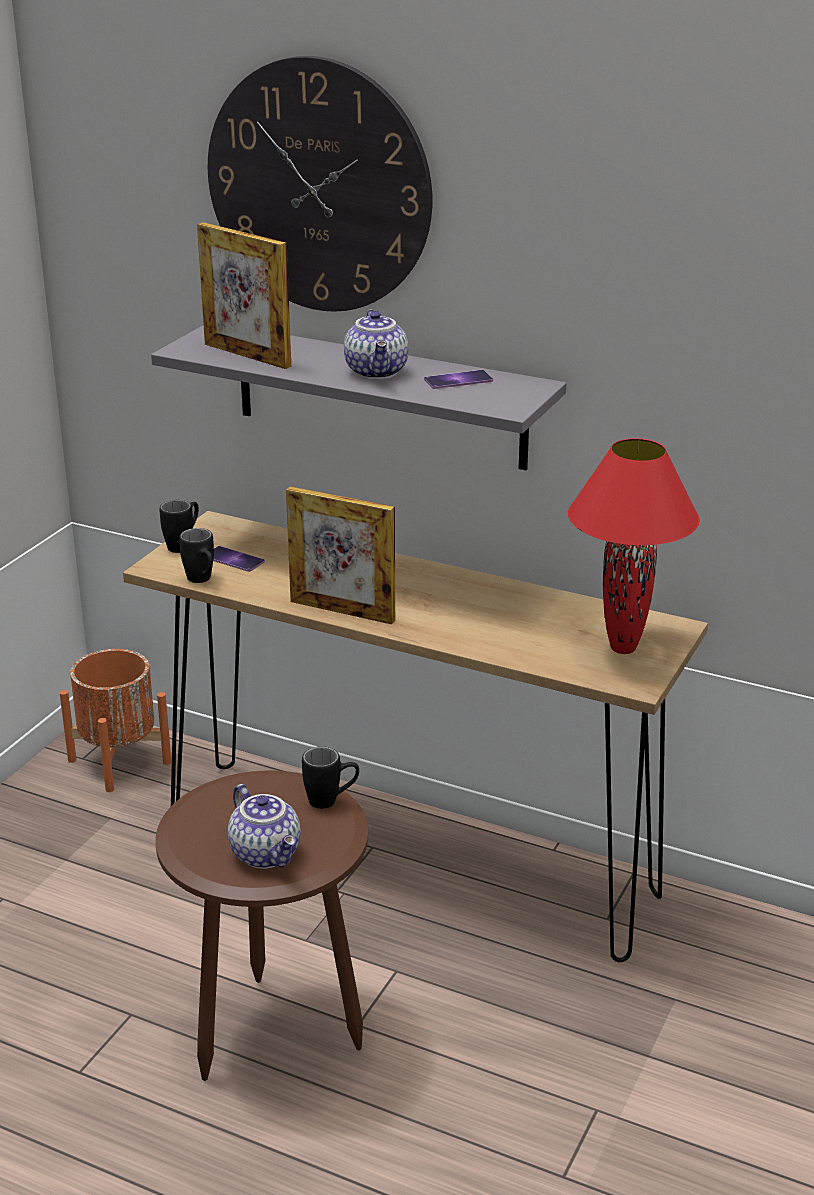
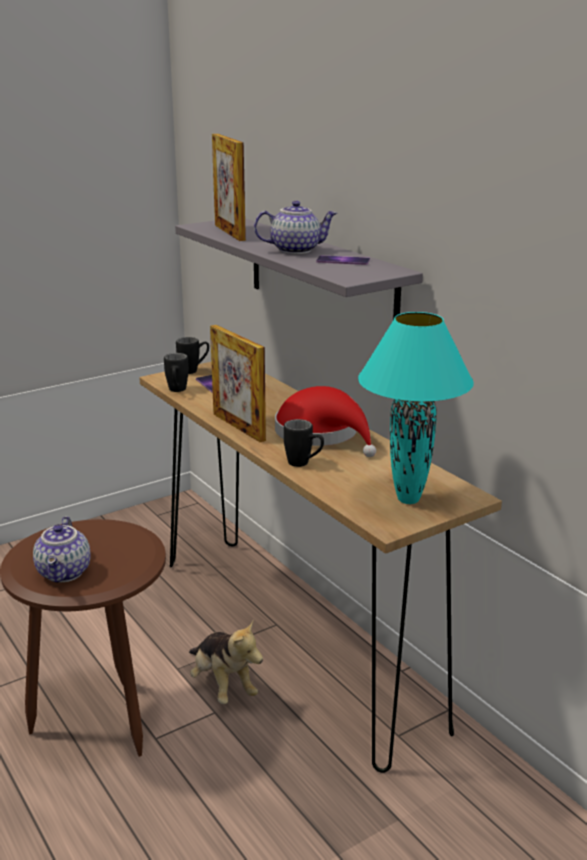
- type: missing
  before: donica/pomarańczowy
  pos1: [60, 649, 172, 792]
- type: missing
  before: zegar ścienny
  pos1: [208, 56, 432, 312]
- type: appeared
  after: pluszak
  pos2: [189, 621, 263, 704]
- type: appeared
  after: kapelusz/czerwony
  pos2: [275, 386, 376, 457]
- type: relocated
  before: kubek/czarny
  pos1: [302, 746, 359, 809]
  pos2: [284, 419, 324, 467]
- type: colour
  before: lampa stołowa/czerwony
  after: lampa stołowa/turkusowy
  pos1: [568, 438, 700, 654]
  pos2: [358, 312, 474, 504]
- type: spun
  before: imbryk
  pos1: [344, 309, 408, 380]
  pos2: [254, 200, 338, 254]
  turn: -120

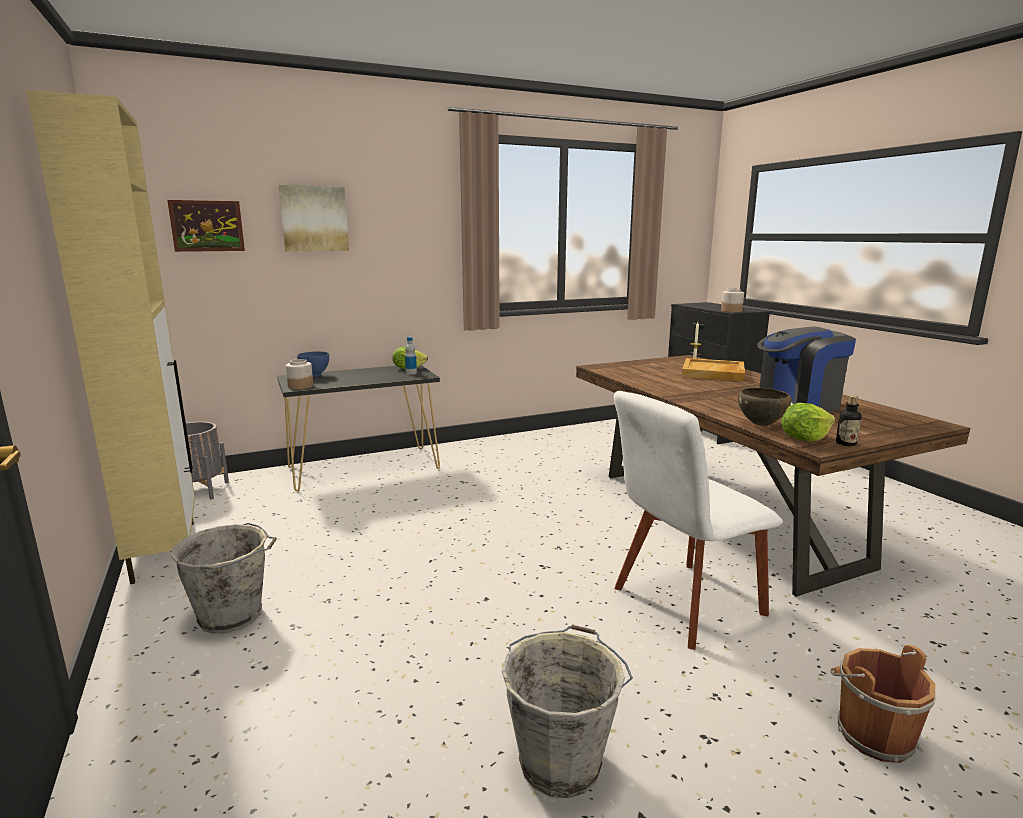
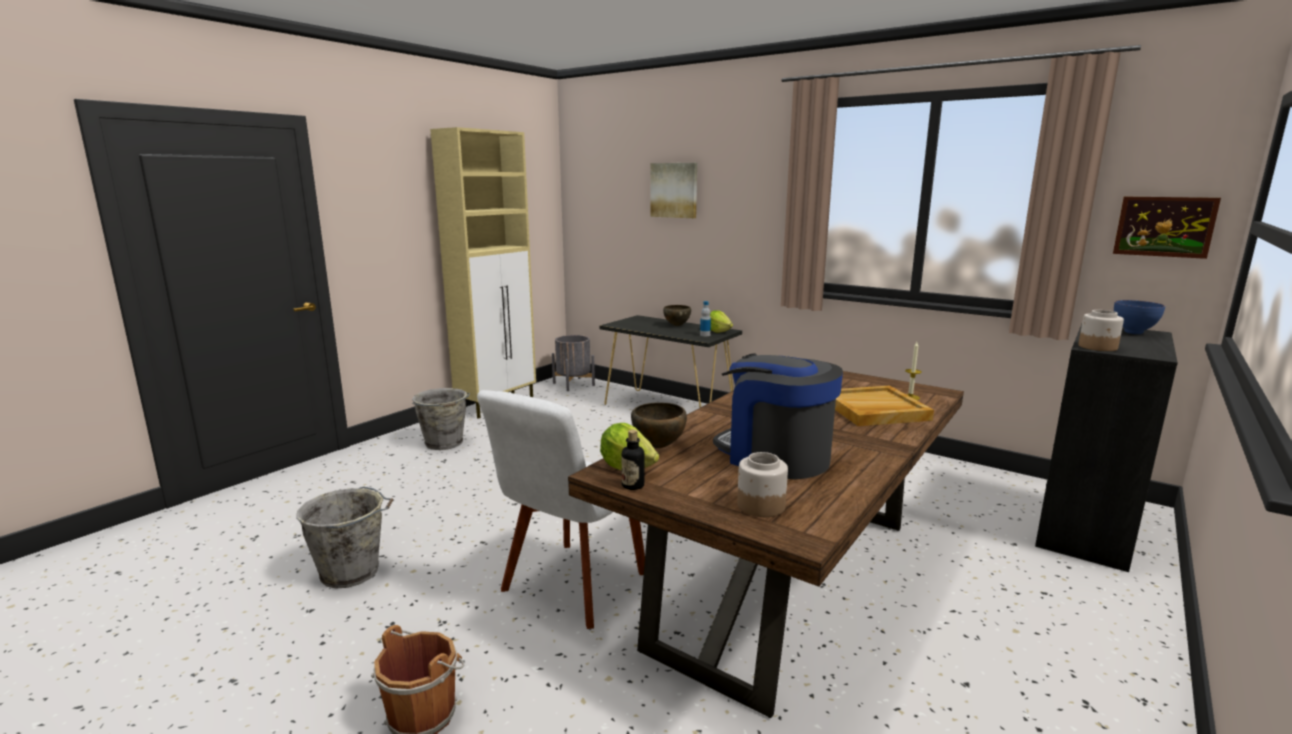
- type: appeared
  after: miska/brązowy
  pos2: [663, 305, 691, 326]
- type: relocated
  before: obraz
  pos1: [167, 200, 245, 252]
  pos2: [1113, 197, 1221, 259]
- type: relocated
  before: słoik
  pos1: [286, 359, 313, 390]
  pos2: [737, 452, 788, 517]
- type: relocated
  before: miska/niebieski
  pos1: [297, 351, 329, 377]
  pos2: [1114, 300, 1165, 334]
- type: spun
  before: krzesło/biały
  pos1: [614, 391, 783, 650]
  pos2: [477, 390, 645, 629]
  turn: -90

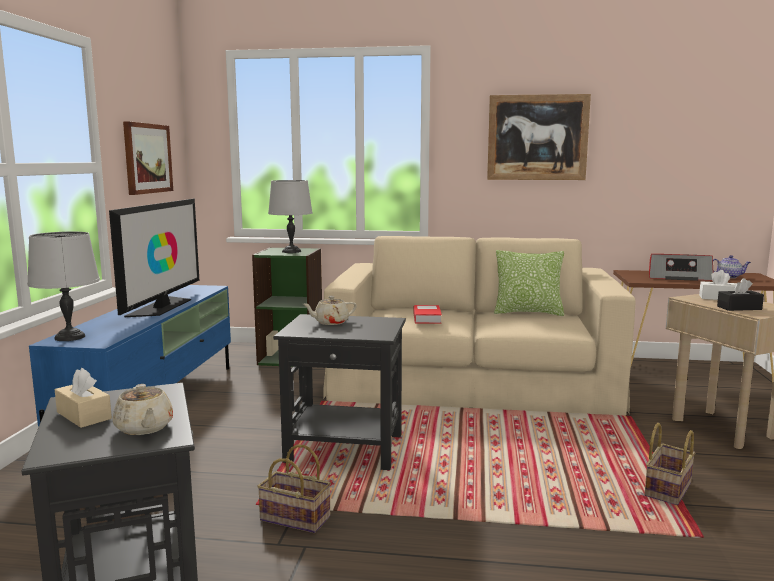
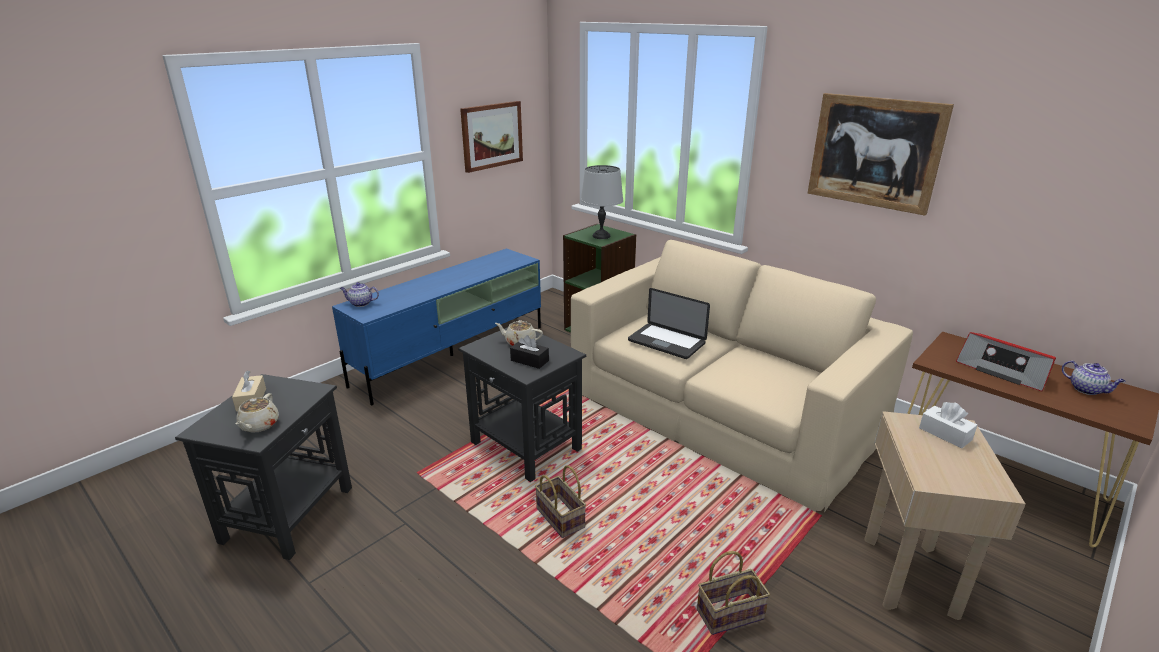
- type: missing
  before: telewizor
  pos1: [109, 199, 199, 317]
- type: missing
  before: poduszka
  pos1: [494, 250, 564, 316]
- type: relocated
  before: koszyk
  pos1: [257, 445, 331, 533]
  pos2: [535, 465, 586, 538]
- type: relocated
  before: pudełko chusteczek/czarny
  pos1: [717, 278, 764, 311]
  pos2: [510, 335, 549, 369]
- type: exchanged
  before: lampa stołowa/szary
  after: imbryk
  pos1: [27, 232, 100, 341]
  pos2: [340, 282, 379, 307]
- type: exchanged
  before: książka
  after: laptop
  pos1: [414, 305, 442, 324]
  pos2: [628, 288, 710, 359]

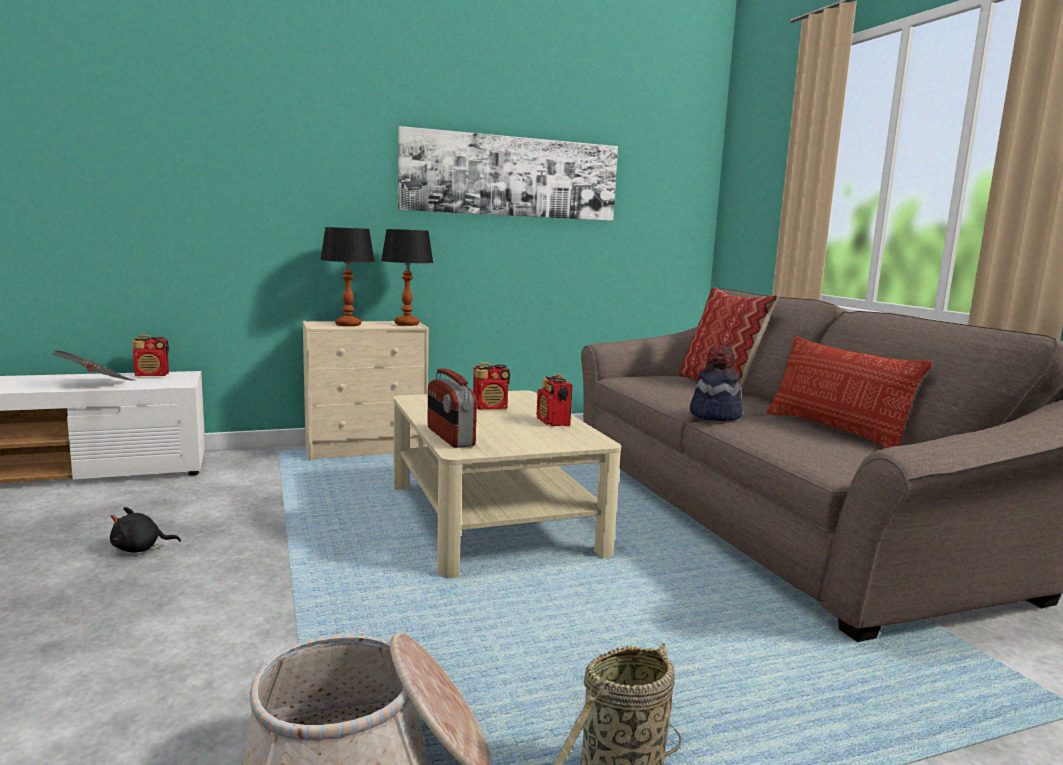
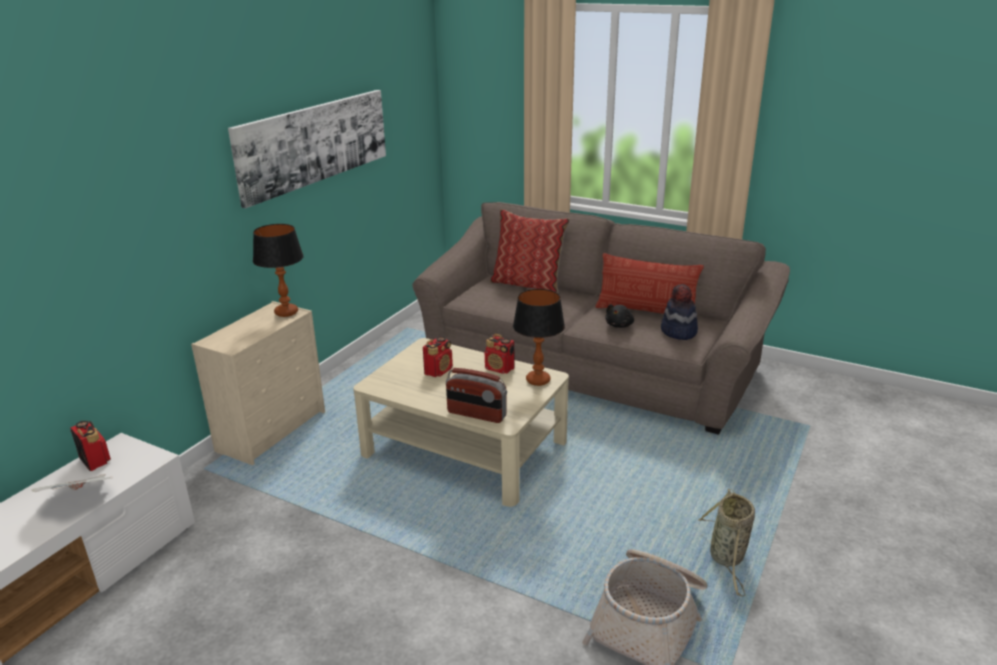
- type: relocated
  before: pluszak/czarny
  pos1: [110, 507, 181, 553]
  pos2: [605, 304, 634, 328]
- type: relocated
  before: lampa stołowa
  pos1: [320, 227, 375, 326]
  pos2: [513, 289, 565, 386]
- type: relocated
  before: kapelusz
  pos1: [690, 345, 742, 421]
  pos2: [661, 284, 698, 340]
- type: spun
  before: radio
  pos1: [132, 335, 169, 376]
  pos2: [70, 421, 111, 471]
  turn: -75

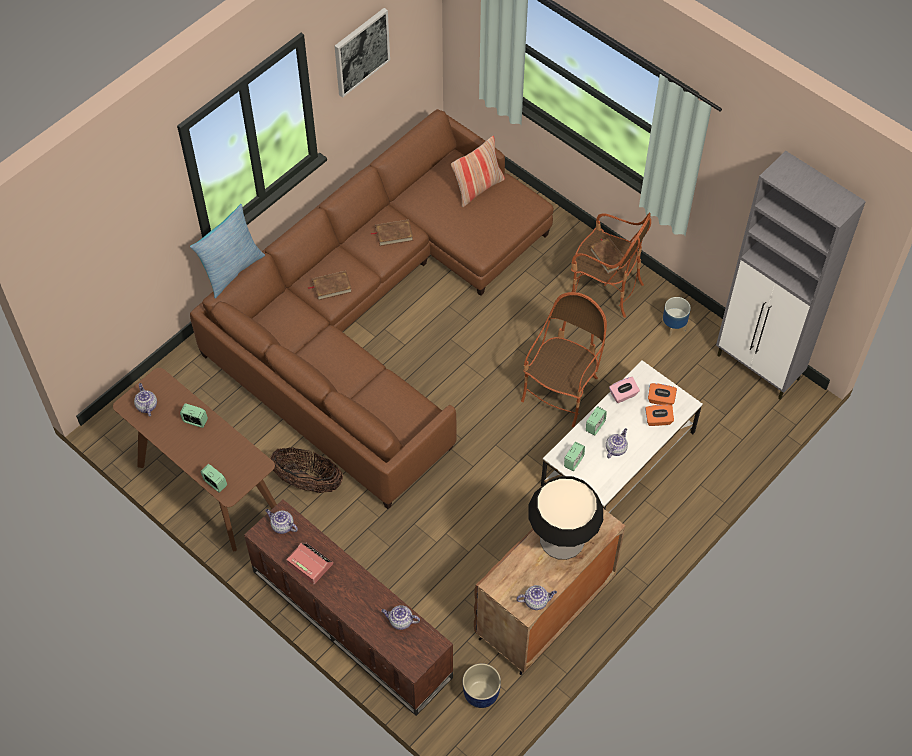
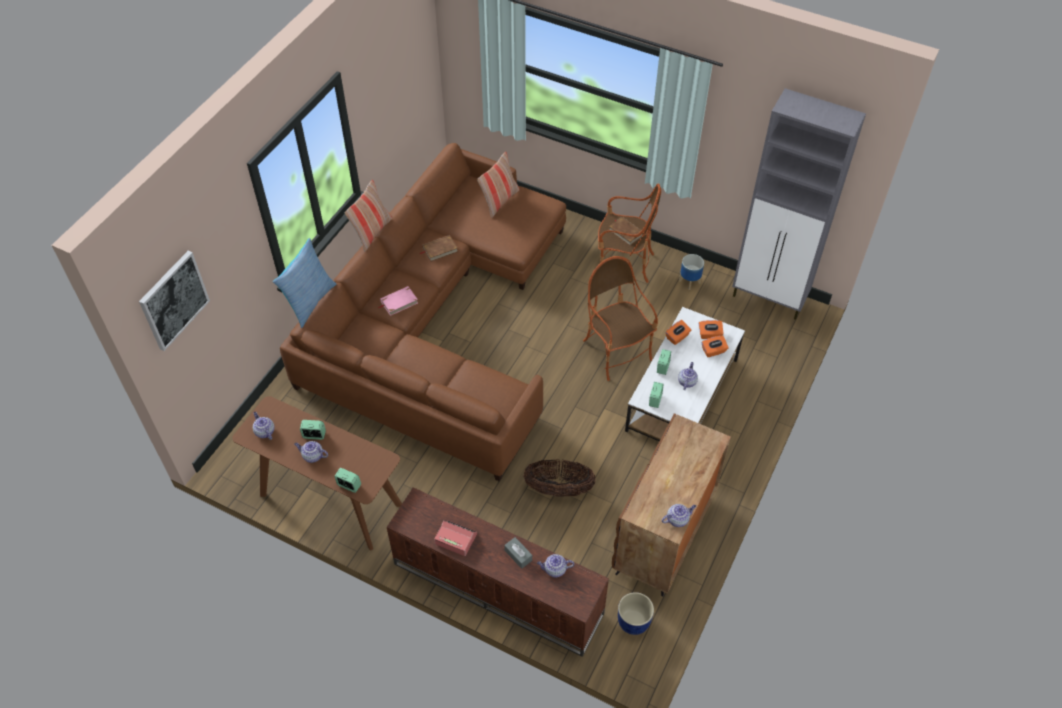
- type: missing
  before: lampa stołowa
  pos1: [528, 476, 603, 560]
- type: appeared
  after: poduszka
  pos2: [345, 180, 392, 251]
- type: appeared
  after: pudełko chusteczek/szary
  pos2: [504, 537, 532, 569]
- type: relocated
  before: imbryk
  pos1: [265, 509, 298, 534]
  pos2: [294, 441, 328, 463]
- type: relocated
  before: koszyk
  pos1: [270, 447, 343, 493]
  pos2: [523, 459, 596, 497]
- type: relocated
  before: obraz
  pos1: [335, 8, 390, 98]
  pos2: [139, 251, 210, 351]
- type: colour
  before: książka/brązowy
  after: książka/różowy
  pos1: [308, 271, 352, 300]
  pos2: [378, 286, 418, 316]
- type: colour
  before: pudełko chusteczek/różowy
  after: pudełko chusteczek/pomarańczowy
  pos1: [609, 377, 640, 403]
  pos2: [666, 320, 691, 345]
- type: spun
  before: fotel
  pos1: [521, 292, 607, 427]
  pos2: [583, 256, 658, 381]
  turn: -45

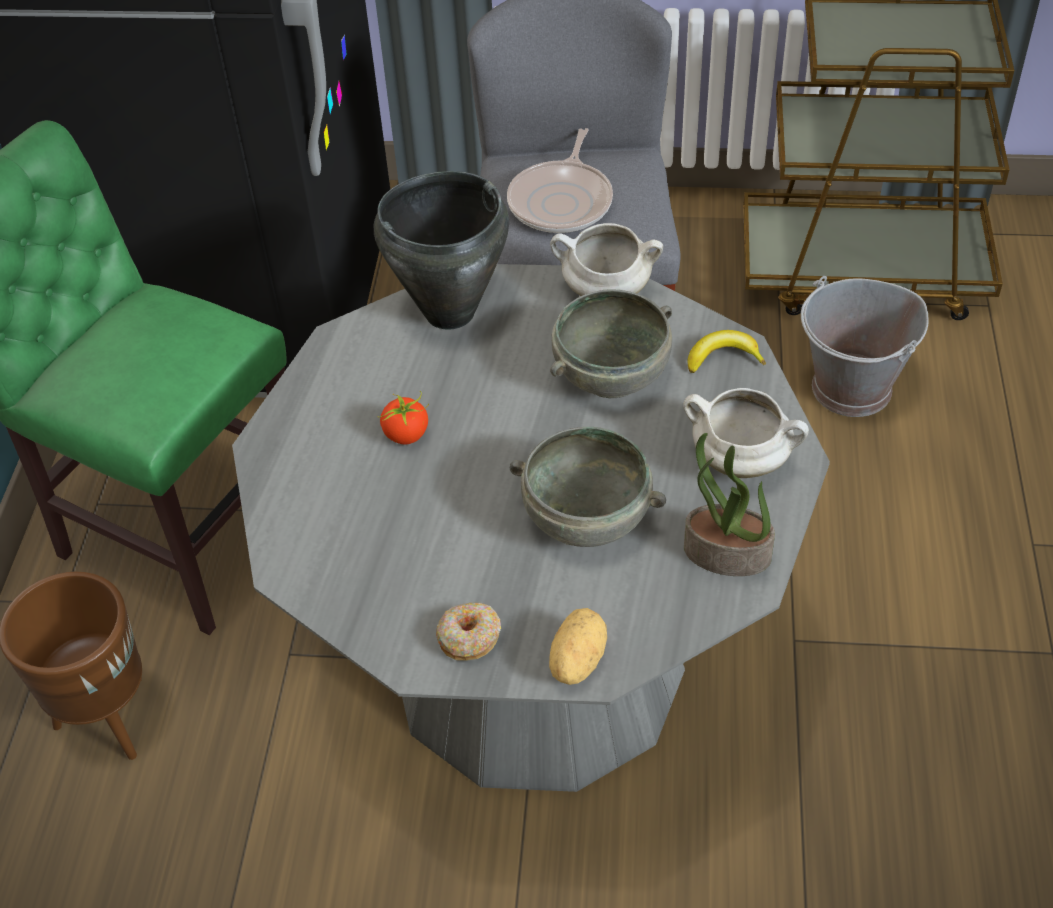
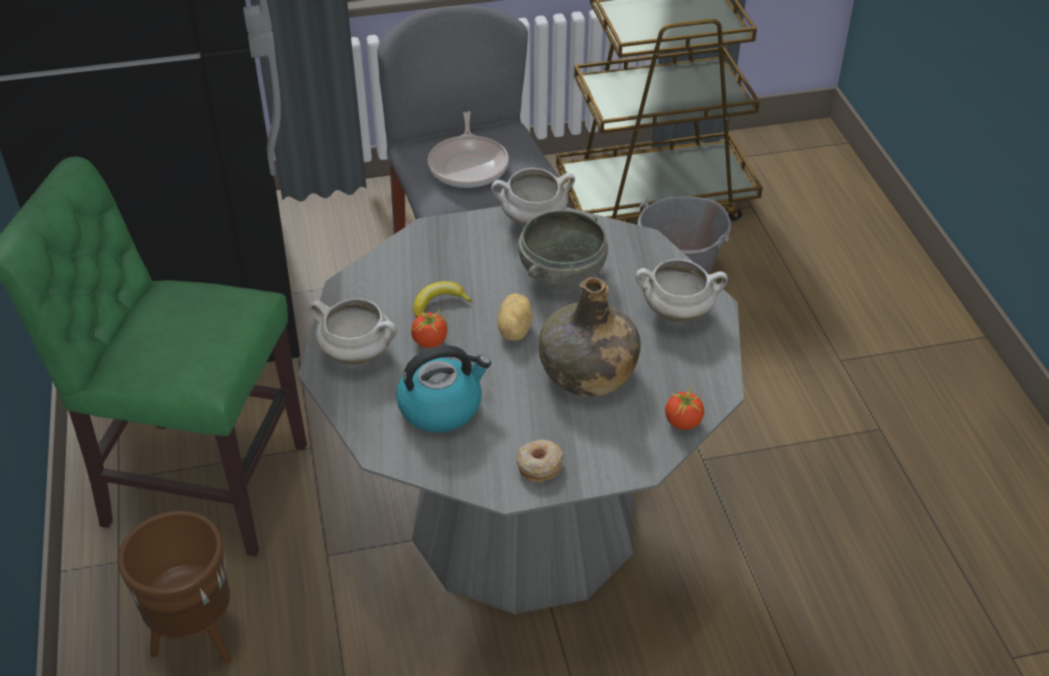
- type: missing
  before: garnek/czarny
  pos1: [374, 171, 509, 330]
- type: missing
  before: roślina doniczkowa
  pos1: [684, 433, 775, 576]
- type: appeared
  after: garnek/biały
  pos2: [309, 298, 397, 365]
- type: appeared
  after: czajnik
  pos2: [396, 345, 491, 433]
- type: appeared
  after: pomidor
  pos2: [665, 383, 704, 430]
- type: relocated
  before: ziemniak
  pos1: [549, 608, 607, 685]
  pos2: [498, 293, 533, 341]
- type: relocated
  before: banan
  pos1: [688, 330, 766, 373]
  pos2: [413, 281, 472, 318]
- type: exchanged
  before: miska/szary
  after: butelka/zielony
  pos1: [510, 427, 666, 547]
  pos2: [539, 277, 641, 397]

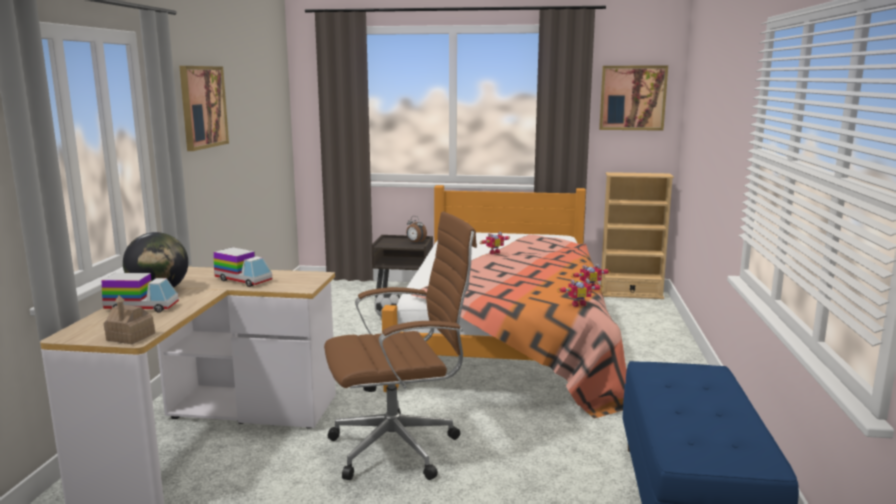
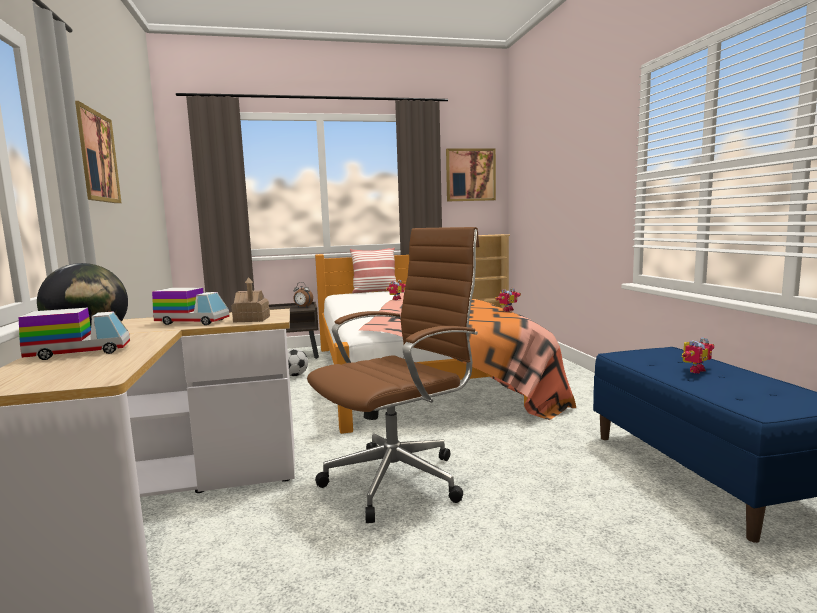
- type: appeared
  after: poduszka
  pos2: [350, 248, 396, 293]
- type: relocated
  before: domek
  pos1: [104, 295, 155, 344]
  pos2: [231, 277, 270, 323]
- type: relocated
  before: robot zabawkowy
  pos1: [557, 278, 603, 307]
  pos2: [682, 337, 714, 374]

